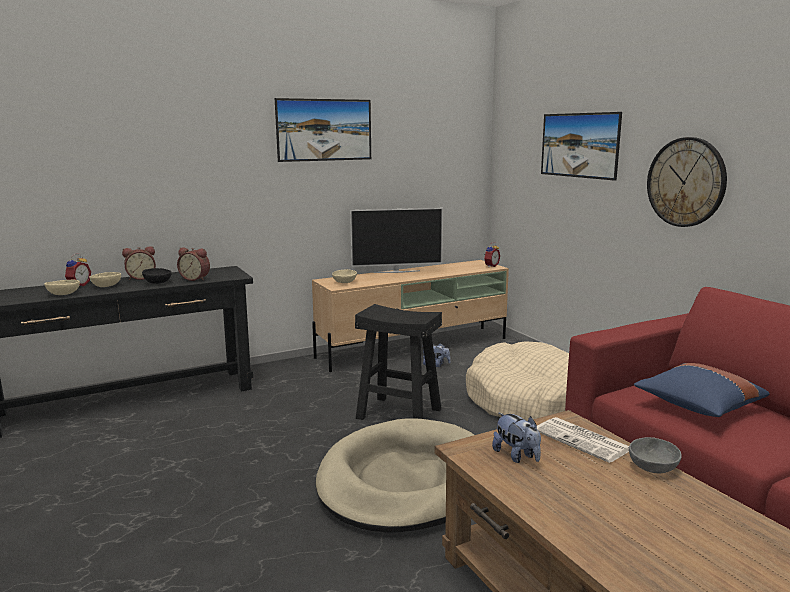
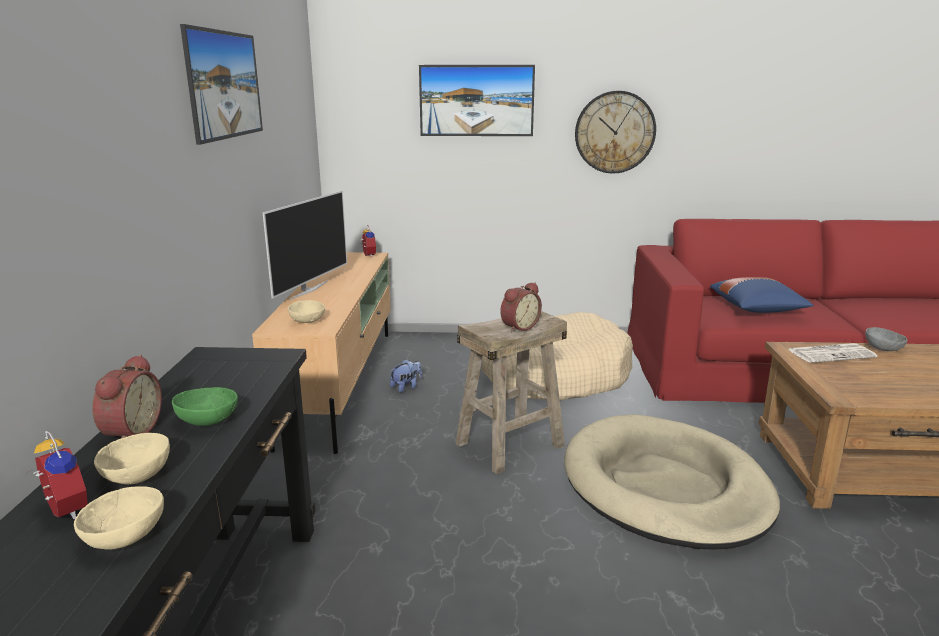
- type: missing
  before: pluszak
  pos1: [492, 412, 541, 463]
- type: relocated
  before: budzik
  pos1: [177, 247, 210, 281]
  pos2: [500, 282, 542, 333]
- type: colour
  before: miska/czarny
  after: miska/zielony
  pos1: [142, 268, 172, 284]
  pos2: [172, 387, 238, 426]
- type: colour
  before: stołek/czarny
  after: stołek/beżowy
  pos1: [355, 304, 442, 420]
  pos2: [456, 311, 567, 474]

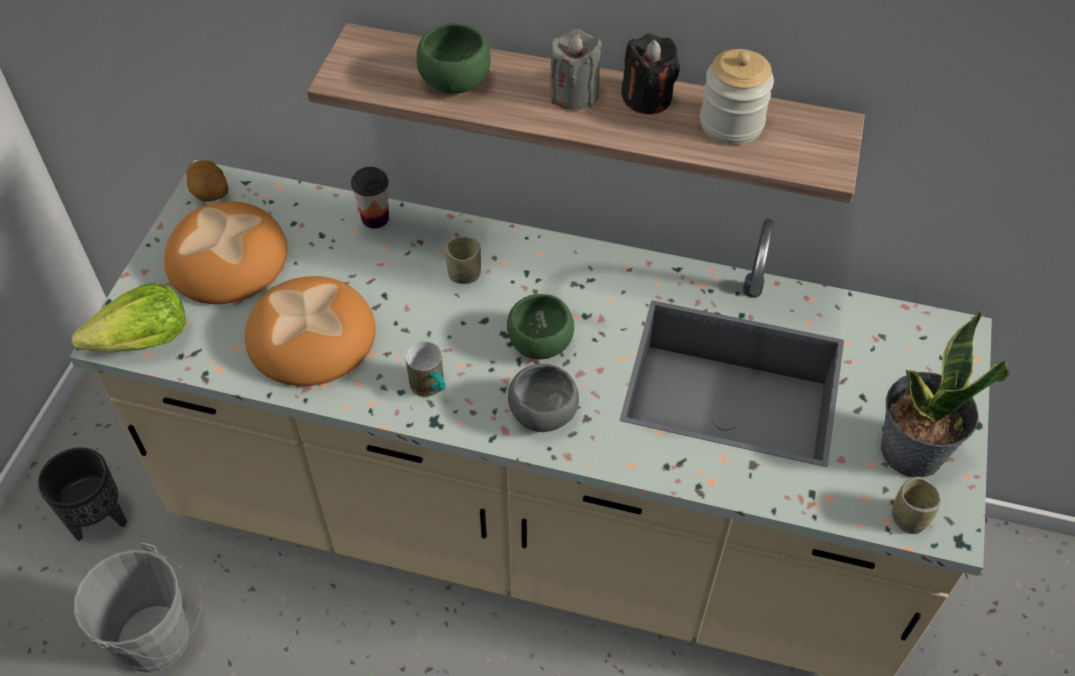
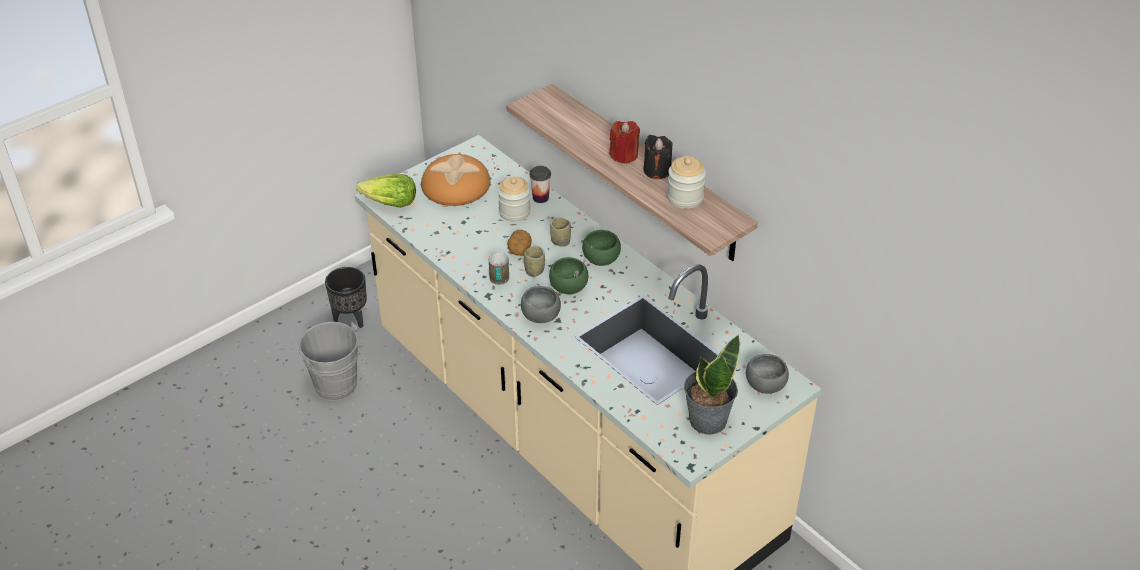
- type: missing
  before: chleb
  pos1: [245, 276, 376, 386]
- type: appeared
  after: słoik
  pos2: [498, 176, 531, 222]
- type: appeared
  after: miska/szary
  pos2: [746, 354, 789, 394]
- type: relocated
  before: ziemniak
  pos1: [186, 160, 228, 202]
  pos2: [507, 230, 532, 256]
- type: relocated
  before: miska/zielony
  pos1: [417, 23, 491, 94]
  pos2: [582, 230, 621, 266]
- type: relocated
  before: filiżanka
  pos1: [892, 477, 941, 534]
  pos2: [524, 246, 545, 277]
- type: colour
  before: świeca/szary
  after: świeca/czerwony
  pos1: [550, 29, 602, 110]
  pos2: [609, 121, 640, 164]

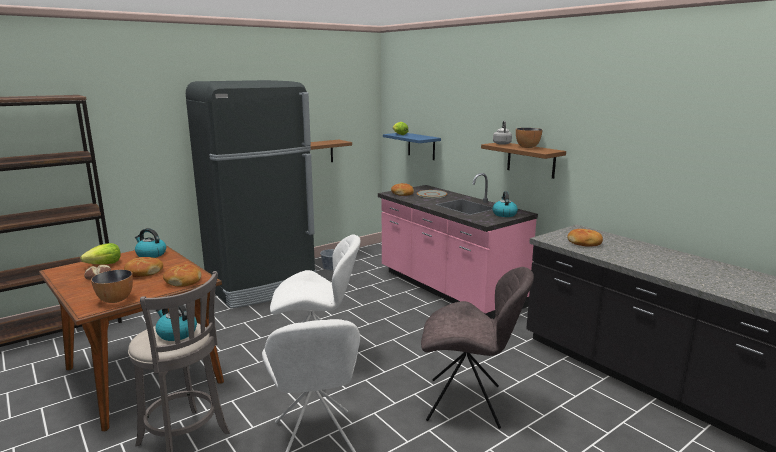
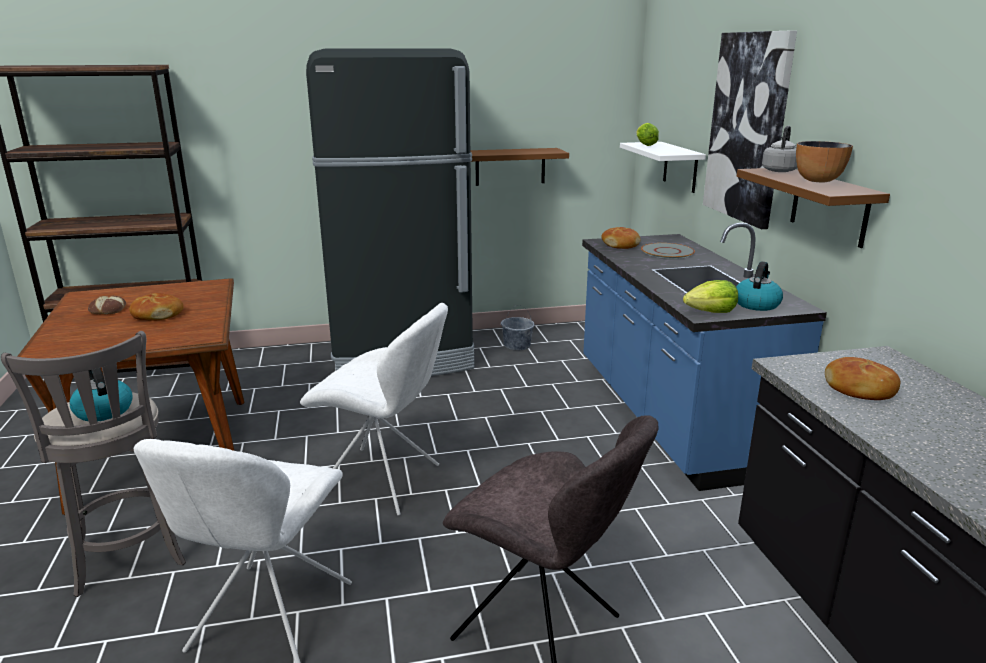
- type: missing
  before: miska
  pos1: [91, 270, 133, 303]
- type: missing
  before: czajnik
  pos1: [135, 228, 166, 258]
- type: missing
  before: chleb
  pos1: [163, 264, 202, 287]
- type: appeared
  after: obraz
  pos2: [703, 31, 797, 229]
- type: relocated
  before: sałata
  pos1: [80, 243, 121, 265]
  pos2: [683, 280, 738, 313]
- type: colour
  before: zabudowa kuchenna/różowy
  after: zabudowa kuchenna/niebieski
  pos1: [378, 173, 538, 319]
  pos2: [582, 222, 827, 491]
- type: colour
  before: półka/niebieski
  after: półka/biały
  pos1: [383, 133, 441, 160]
  pos2: [620, 142, 706, 193]

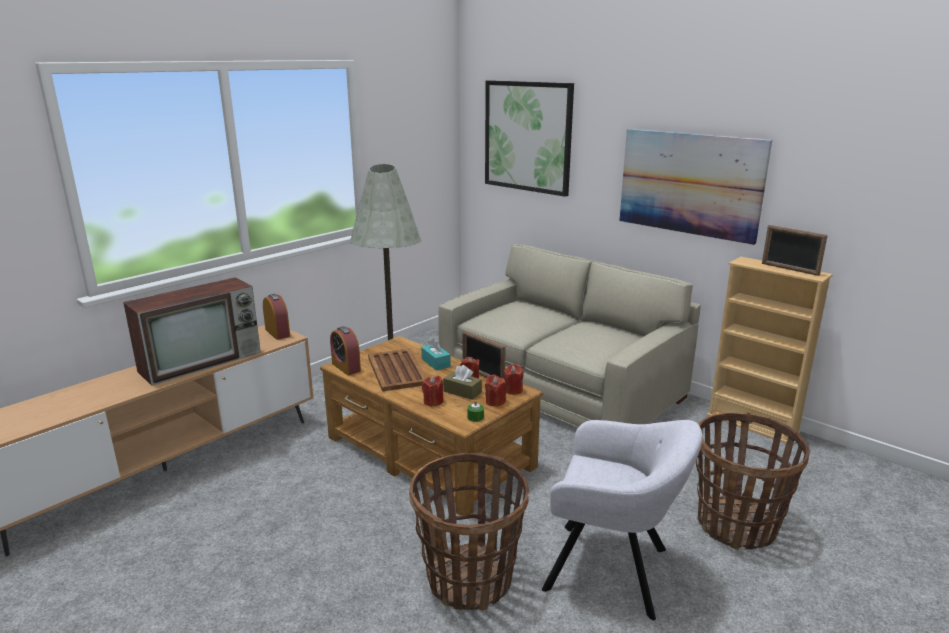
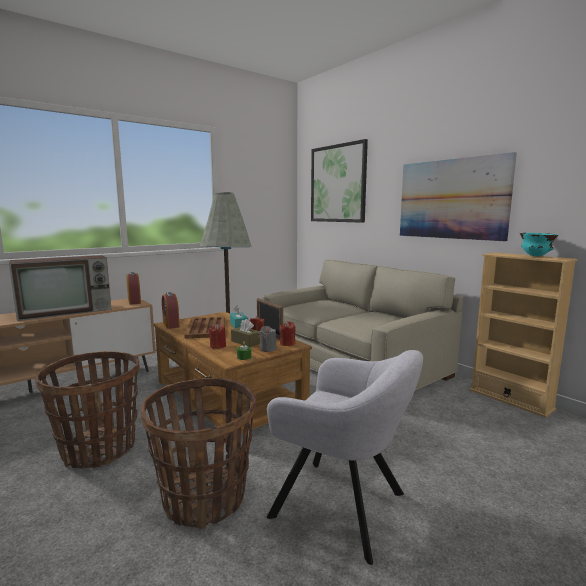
- type: relocated
  before: koszyk
  pos1: [696, 412, 810, 550]
  pos2: [35, 351, 140, 469]
- type: exchanged
  before: ramka na zdjęcie
  after: miska/turkusowy
  pos1: [762, 225, 828, 276]
  pos2: [520, 233, 558, 257]
- type: colour
  before: świeca/czerwony
  after: świeca/szary
  pos1: [485, 375, 506, 407]
  pos2: [259, 326, 277, 352]

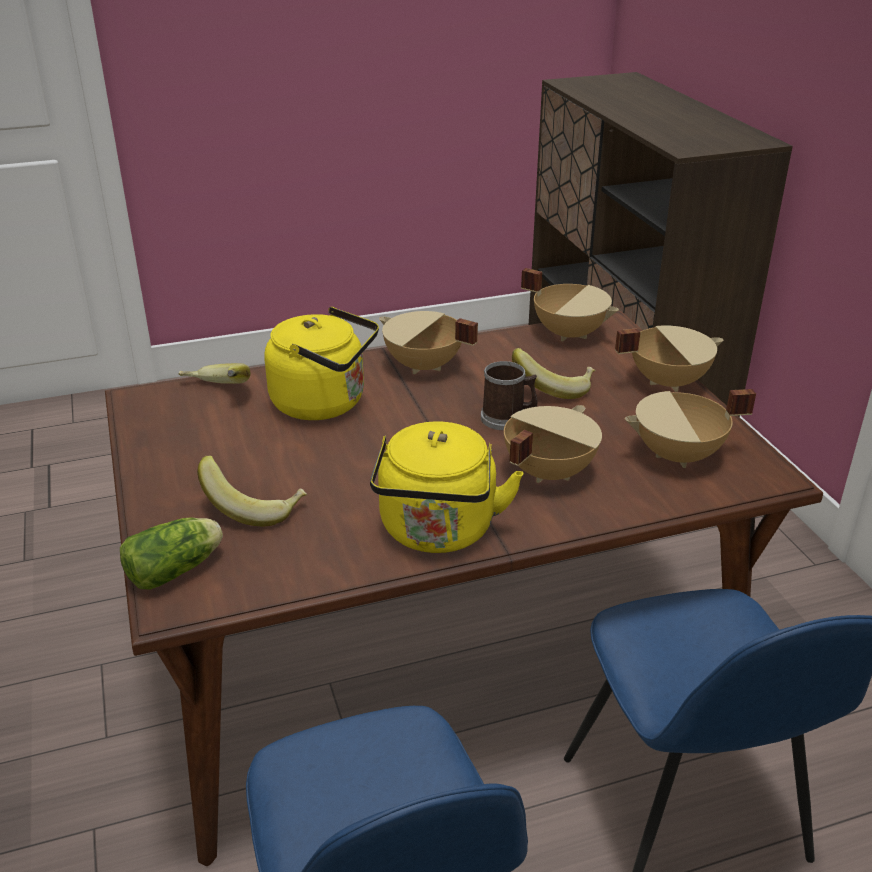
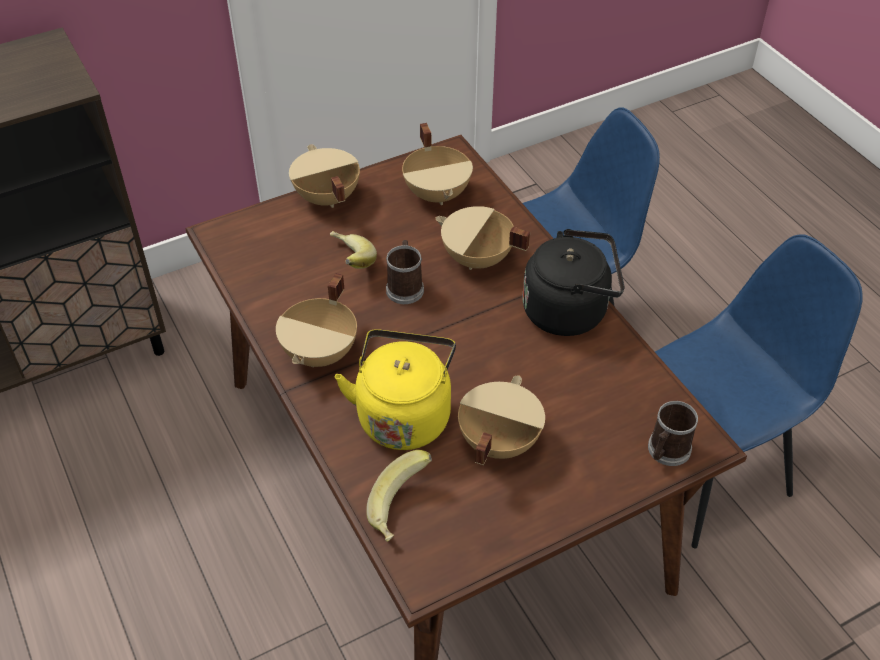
- type: missing
  before: banan
  pos1: [197, 455, 307, 527]
- type: relocated
  before: garnek/beżowy
  pos1: [521, 268, 619, 342]
  pos2: [458, 376, 545, 465]
- type: exchanged
  before: sałata
  after: kubek
  pos1: [120, 517, 223, 590]
  pos2: [648, 401, 698, 466]
- type: colour
  before: czajnik/żółty
  after: czajnik/czarny
  pos1: [370, 421, 523, 553]
  pos2: [522, 229, 624, 336]

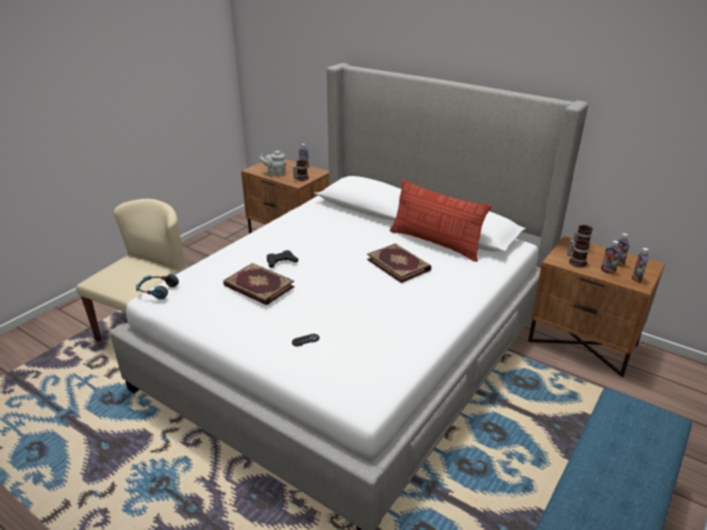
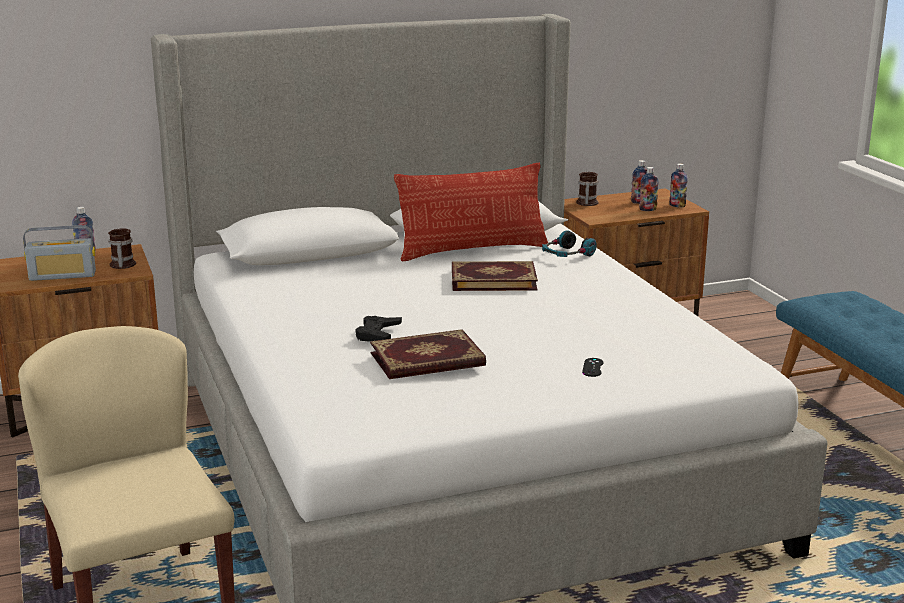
- type: missing
  before: kubek
  pos1: [567, 239, 590, 267]
- type: relocated
  before: słuchawki
  pos1: [136, 274, 179, 299]
  pos2: [542, 230, 597, 257]
- type: exchanged
  before: imbryk/szary
  after: radio
  pos1: [259, 151, 286, 176]
  pos2: [23, 225, 96, 281]

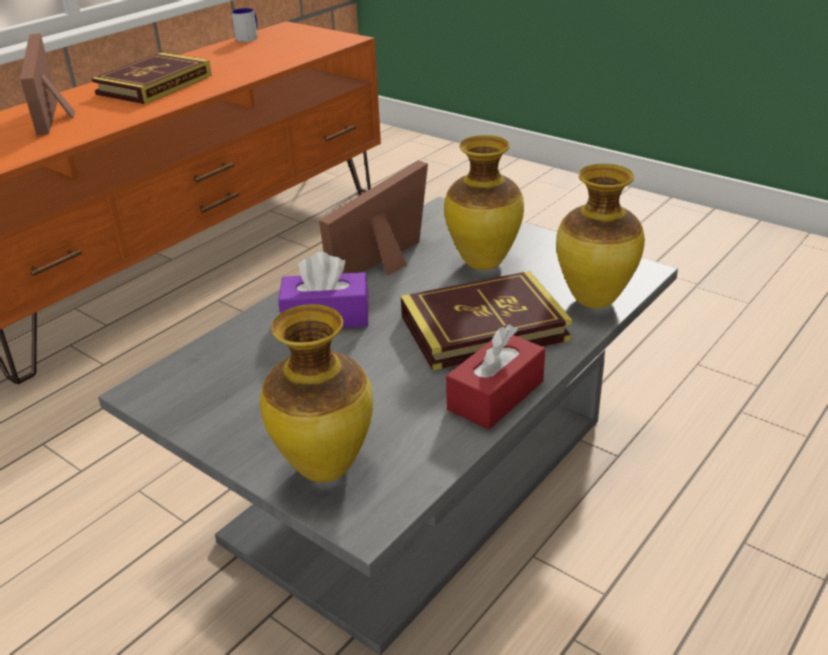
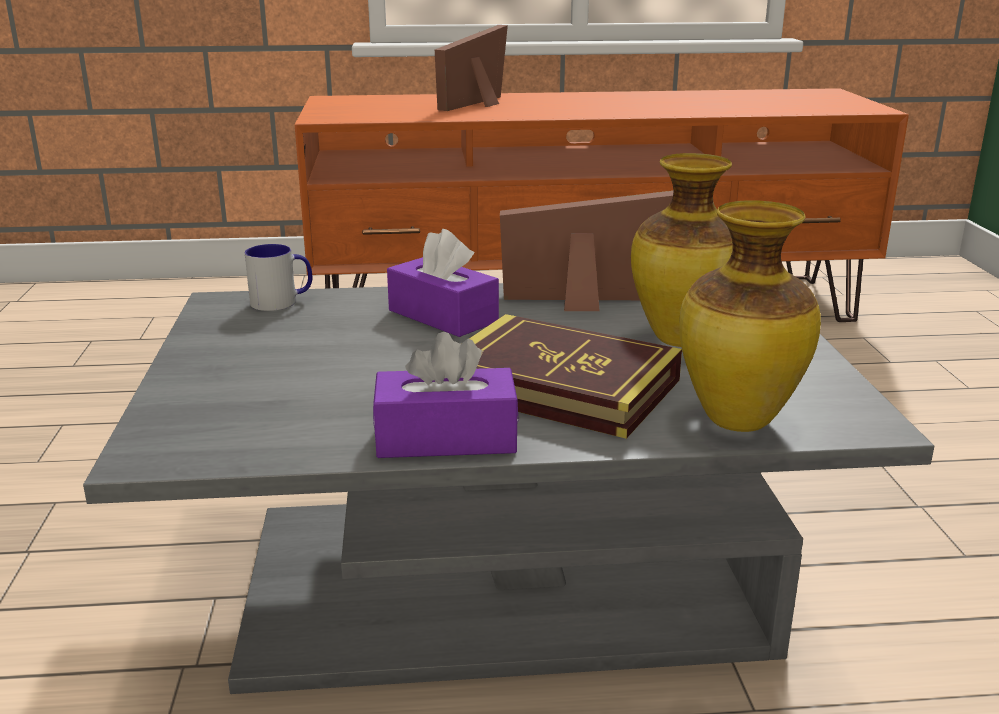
- type: missing
  before: książka
  pos1: [91, 52, 212, 104]
- type: missing
  before: wazon
  pos1: [260, 304, 373, 482]
- type: relocated
  before: kubek
  pos1: [231, 8, 258, 42]
  pos2: [245, 244, 312, 311]
- type: colour
  before: pudełko chusteczek/czerwony
  after: pudełko chusteczek/fioletowy
  pos1: [446, 325, 545, 430]
  pos2: [373, 332, 519, 458]

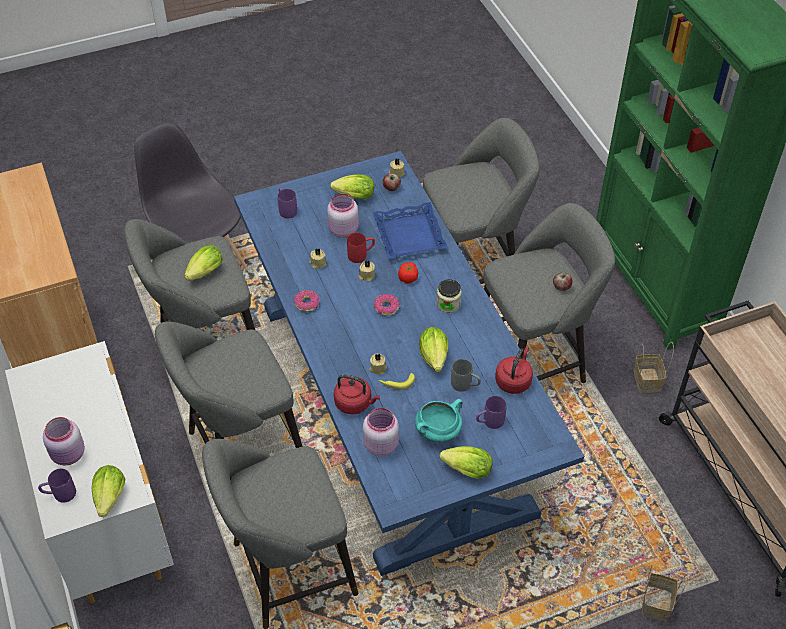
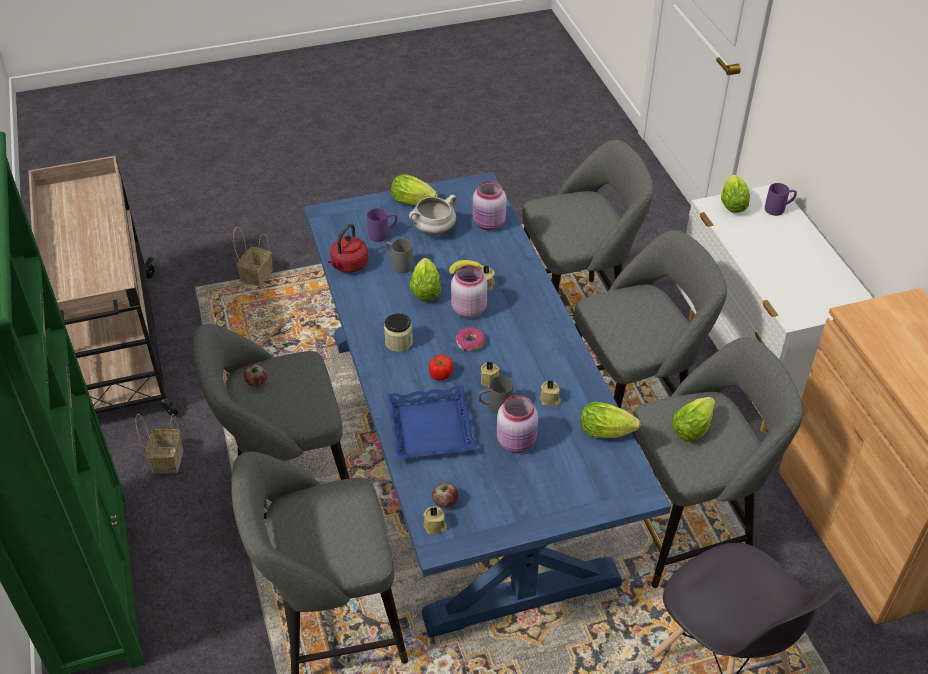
- type: missing
  before: kubek/fioletowy
  pos1: [278, 188, 297, 219]
- type: missing
  before: donut
  pos1: [294, 290, 319, 312]
- type: missing
  before: czajnik/czerwony
  pos1: [334, 374, 380, 415]
- type: relocated
  before: słoik/różowy
  pos1: [43, 417, 85, 465]
  pos2: [451, 265, 487, 318]
- type: relocated
  before: sałata
  pos1: [330, 175, 374, 200]
  pos2: [581, 402, 641, 438]
- type: colour
  before: kubek/czerwony
  after: kubek/szary
  pos1: [347, 233, 375, 263]
  pos2: [478, 376, 514, 414]
- type: colour
  before: garnek/turkusowy
  after: garnek/biały
  pos1: [415, 399, 463, 443]
  pos2: [409, 195, 457, 235]

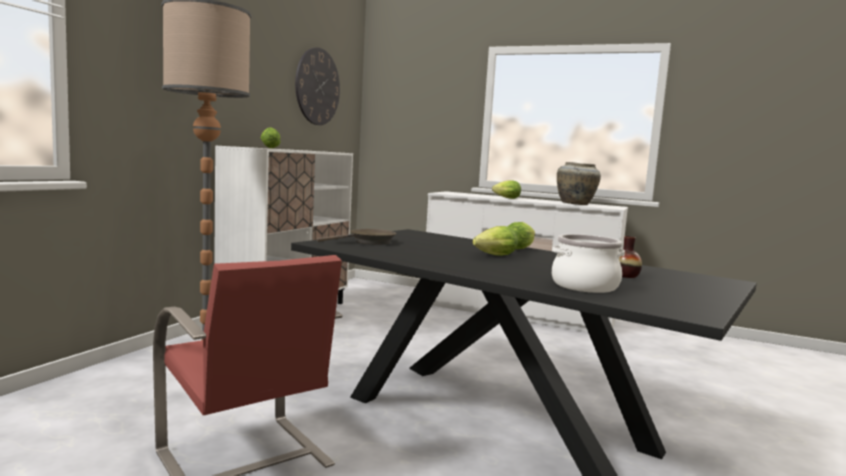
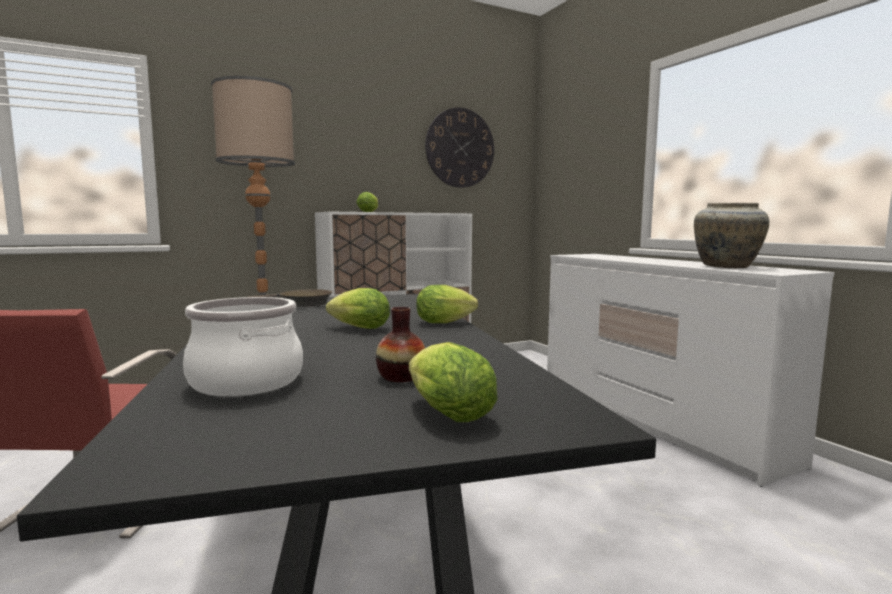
- type: relocated
  before: sałata
  pos1: [492, 180, 521, 199]
  pos2: [409, 342, 498, 422]

